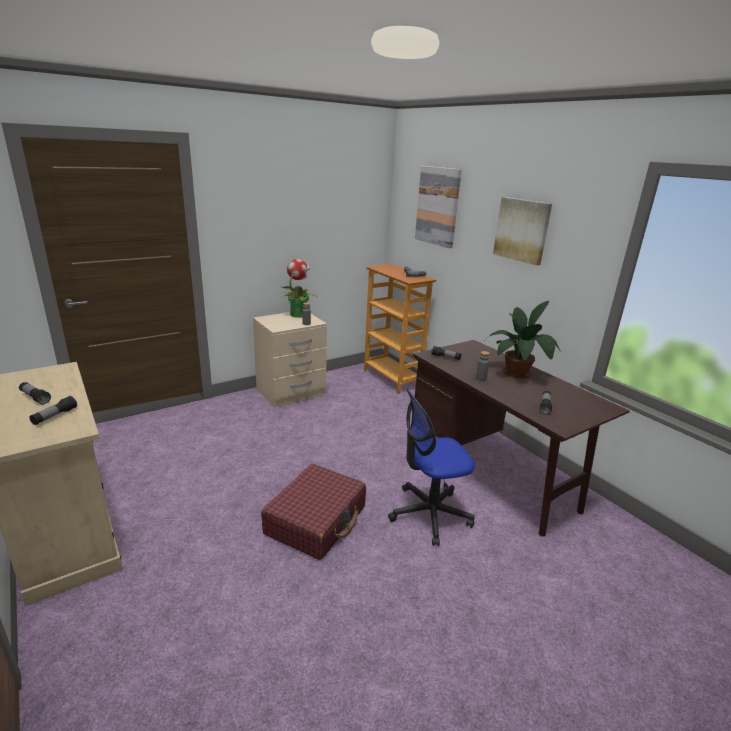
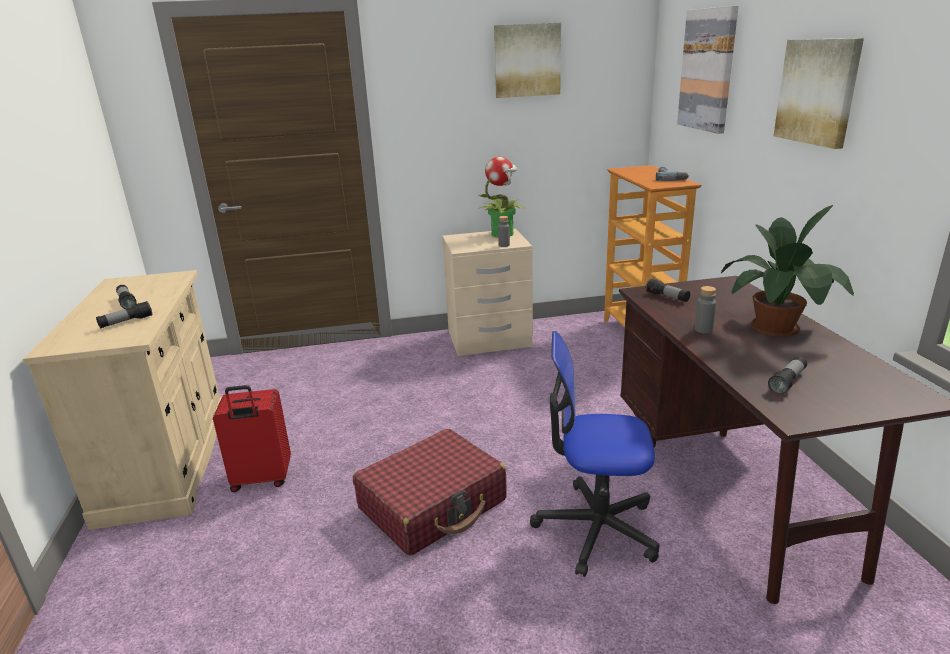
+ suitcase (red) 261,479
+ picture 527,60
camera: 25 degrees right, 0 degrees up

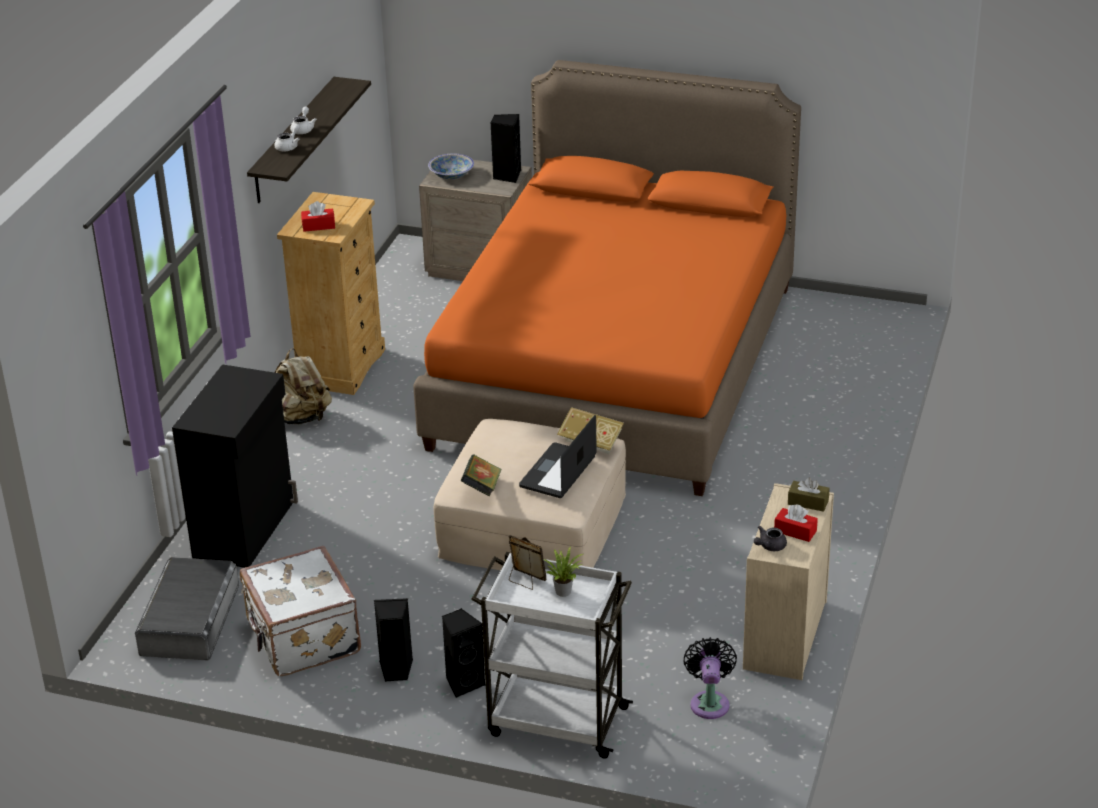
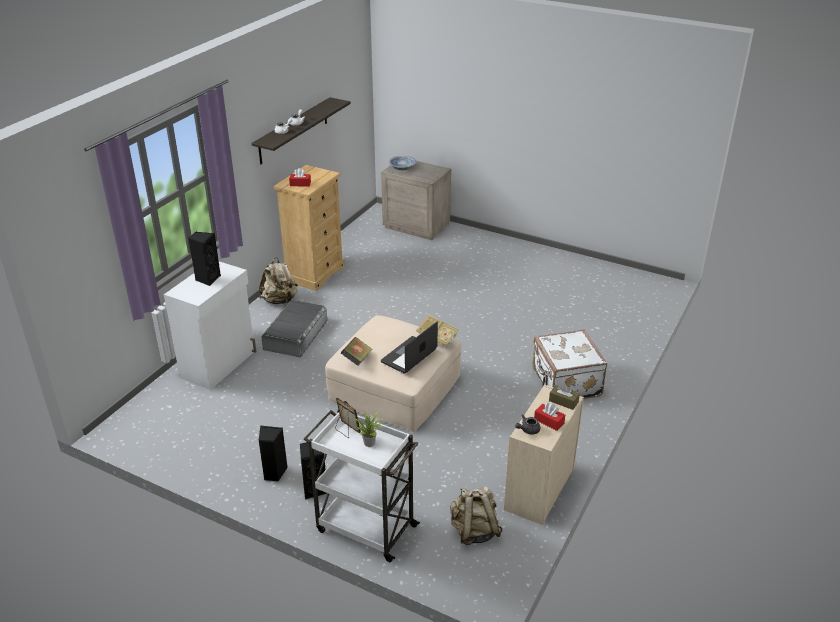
~ cabinet (black) 246,529 to cabinet (white) 219,364
~ speaker (black) 507,176 to 207,279
~ storage box (grey) 189,619 to 295,334
~ fan (black) 709,702 to backpack (beige) 474,531
~ suitcase (white) 301,639 to 565,383
- bed (orange) 615,365
camera: 10 degrees right, 0 degrees up

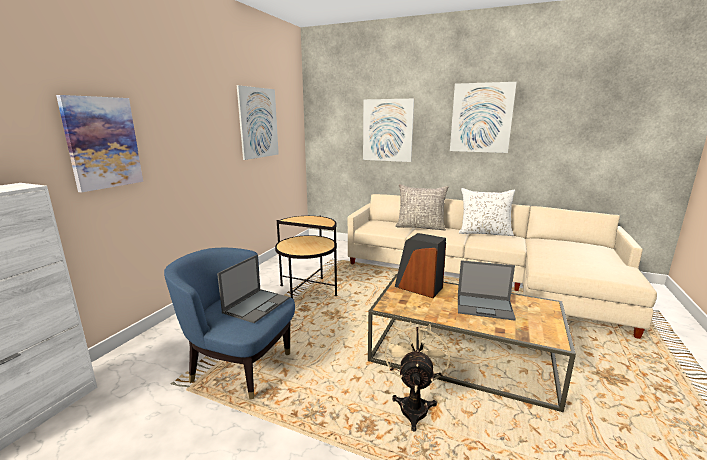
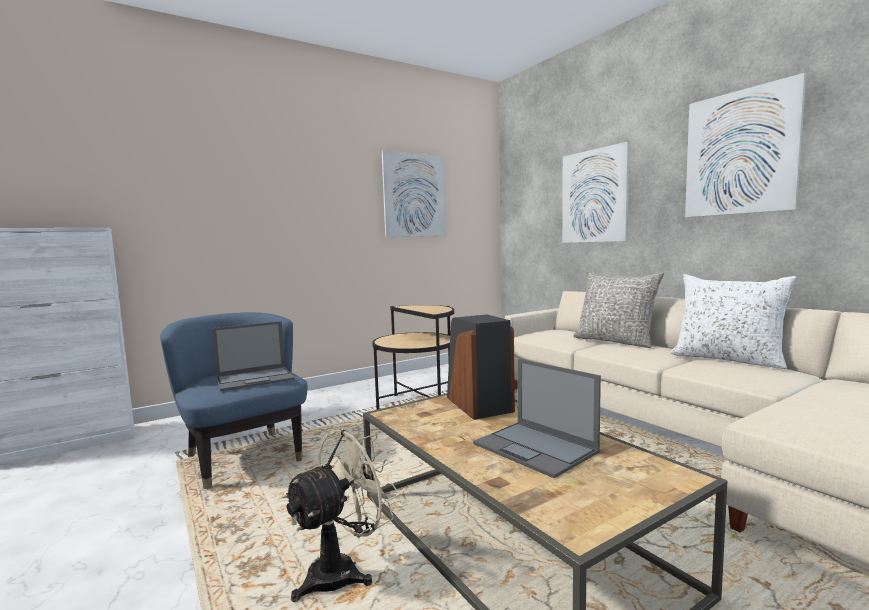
- picture 102,143
camera: 35 degrees right, 10 degrees down

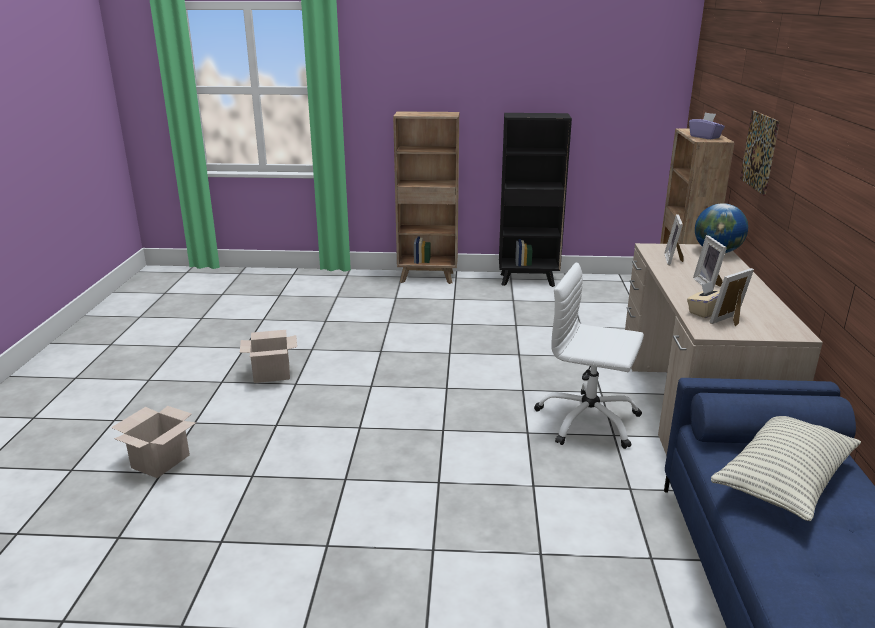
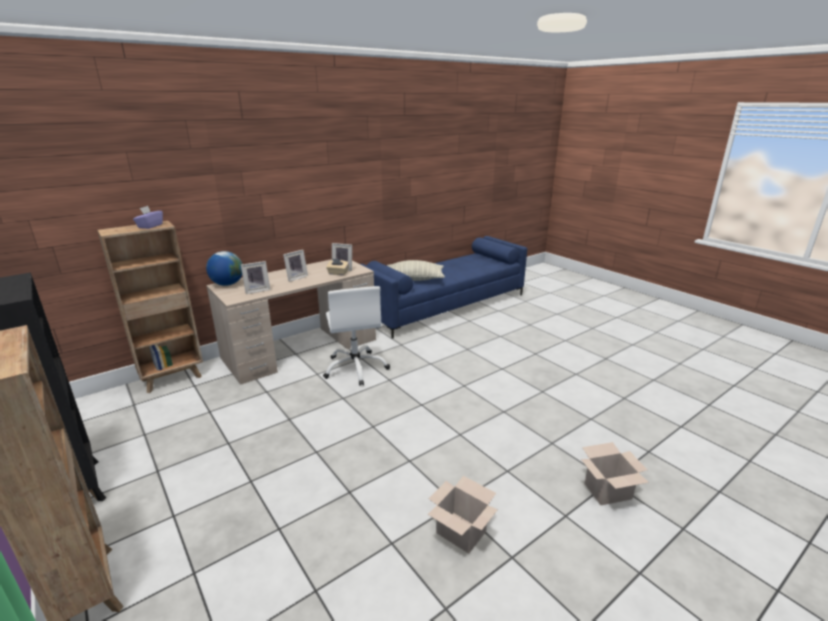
- picture 759,151
camera: 130 degrees left, 0 degrees up

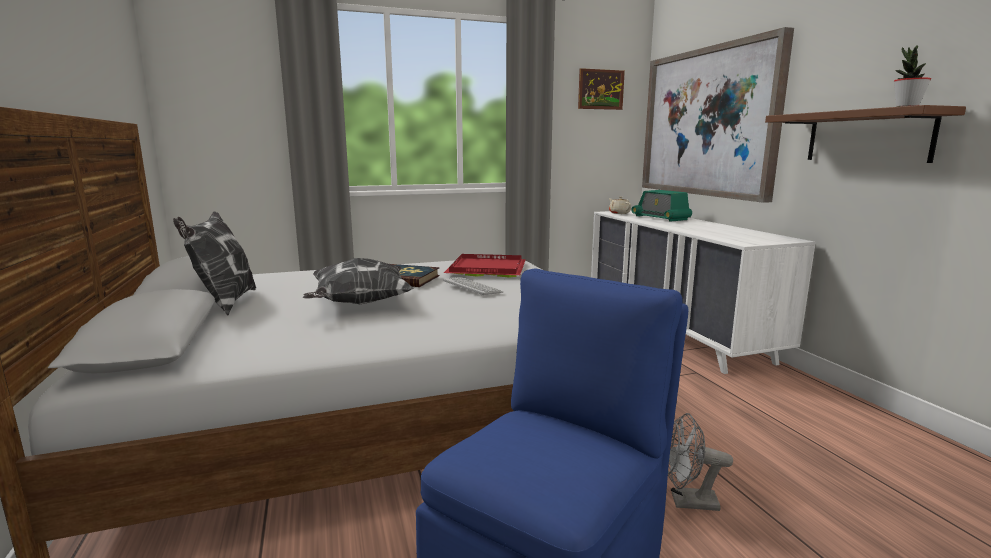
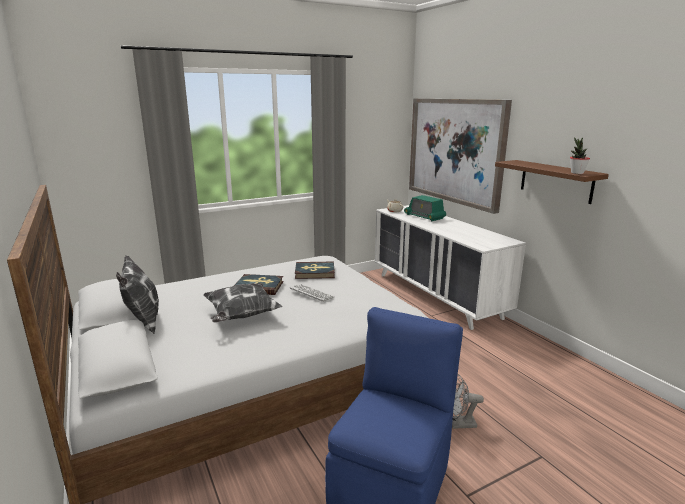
~ tray (red) 488,269 to book 315,272
- picture 600,89
camera: 10 degrees left, 5 degrees up

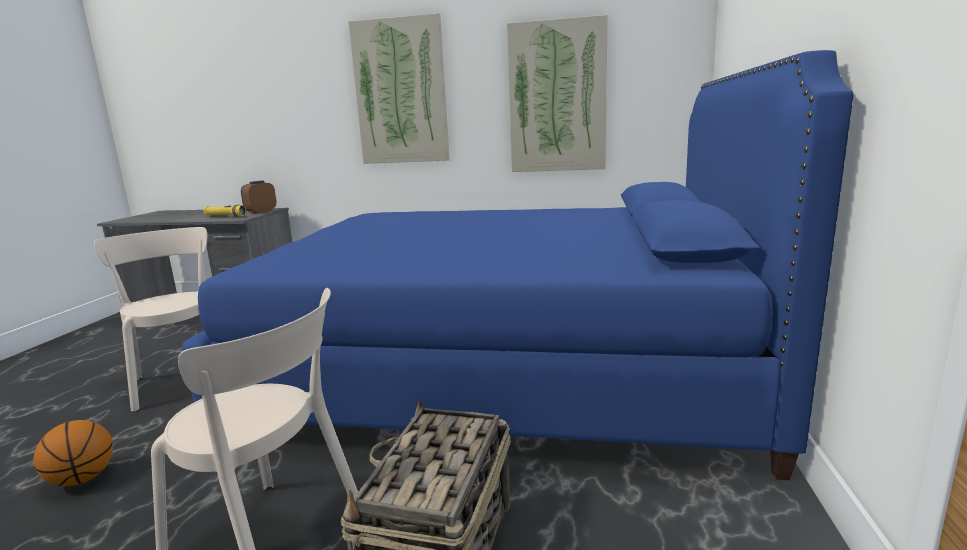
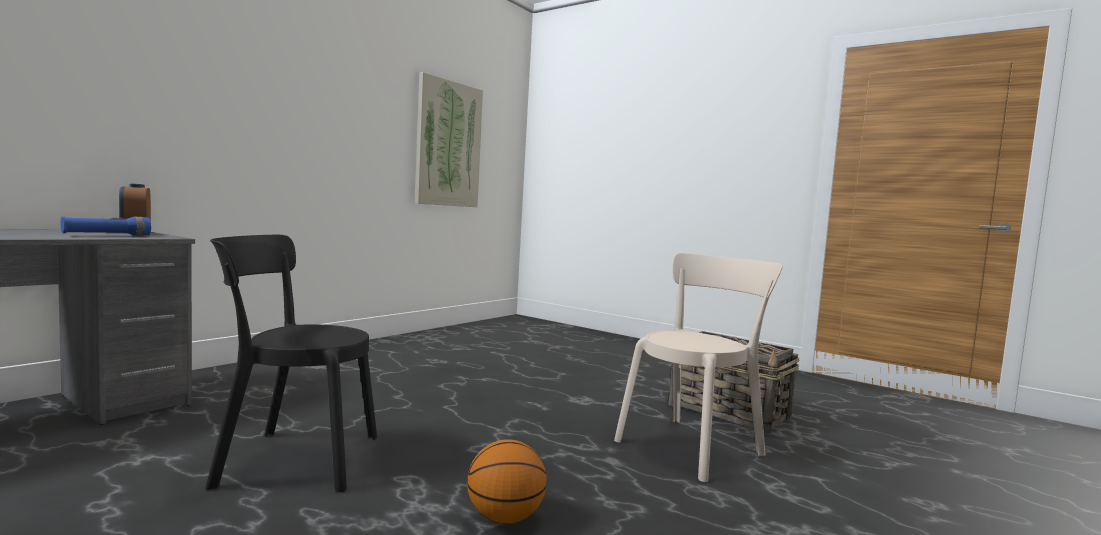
~ flashlight (yellow) 225,216 to flashlight (blue) 107,235
~ chair (beige) 182,380 to chair (black) 292,460
- bed (blue) 502,367
- picture 401,92
camera: 65 degrees left, 10 degrees down

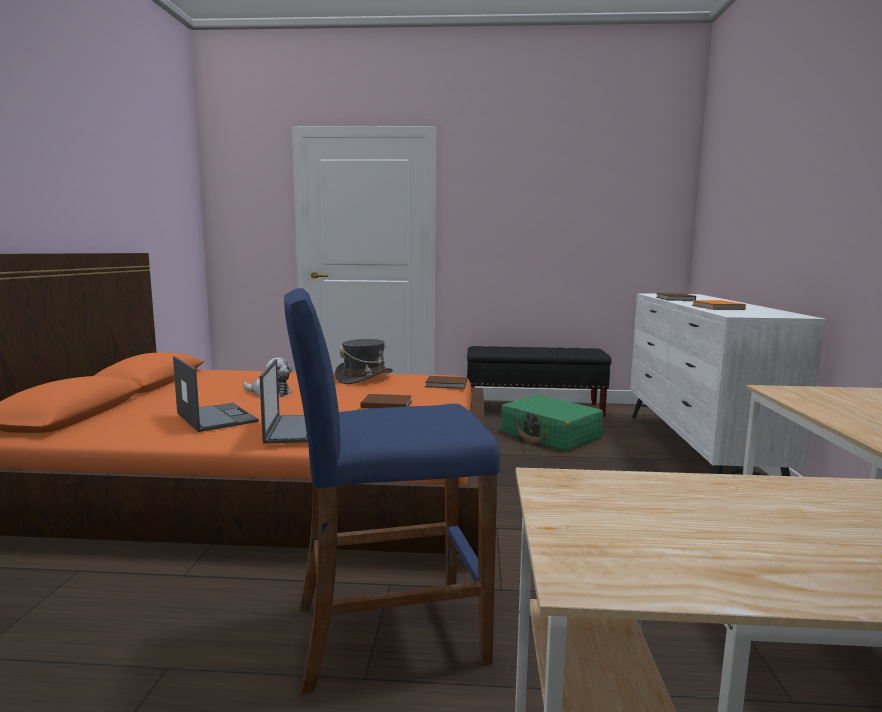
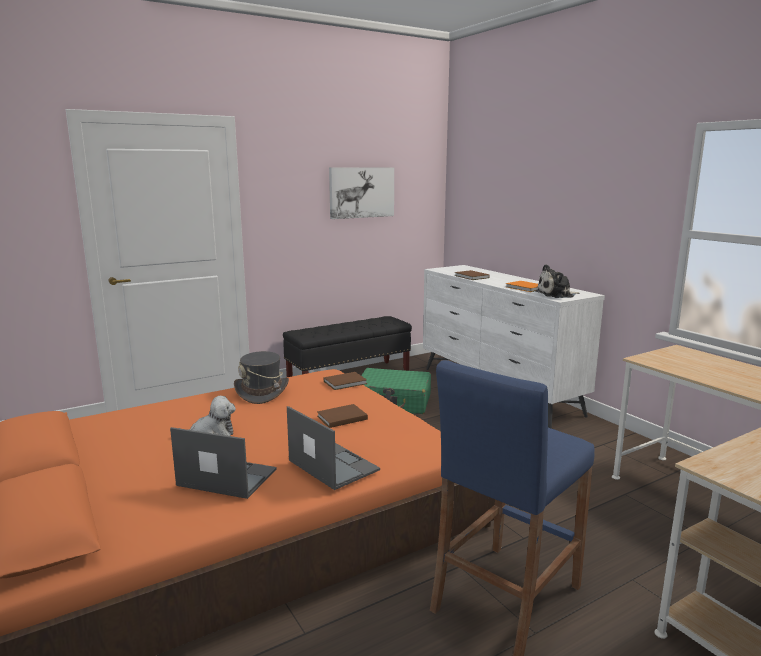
+ picture 361,192
+ plush toy 557,295
camera: 35 degrees left, 5 degrees up

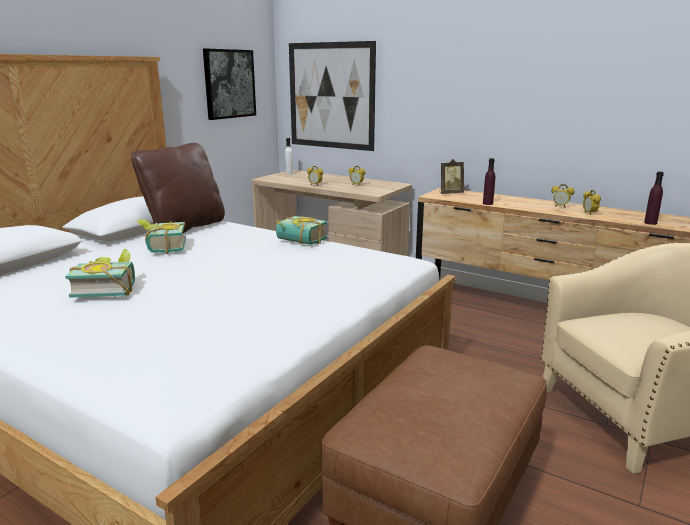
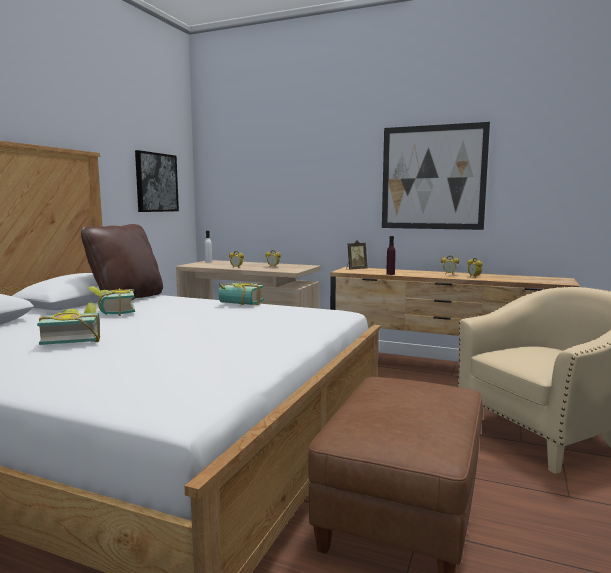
~ picture 331,96 to 433,177
- bottle (purple) 650,223
camera: 10 degrees left, 10 degrees down

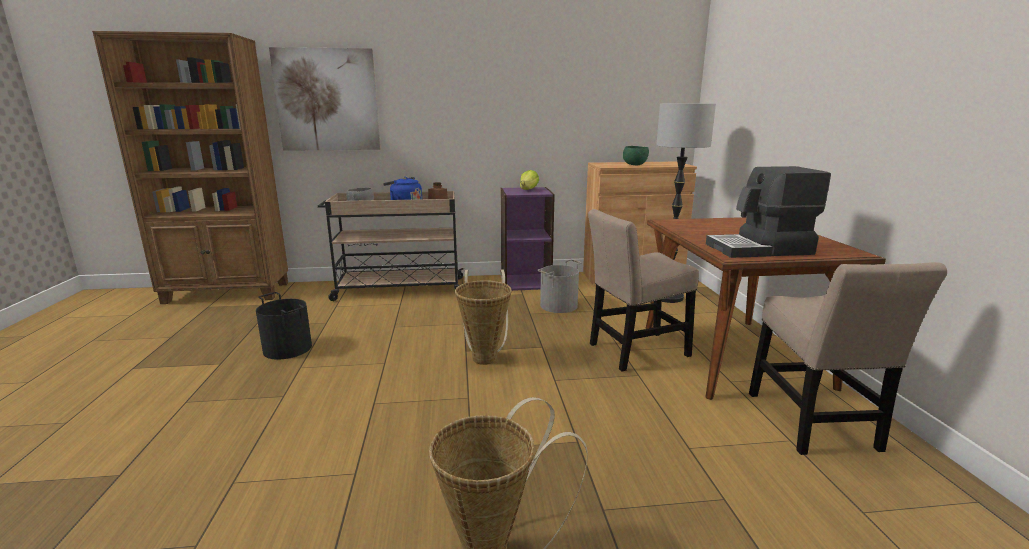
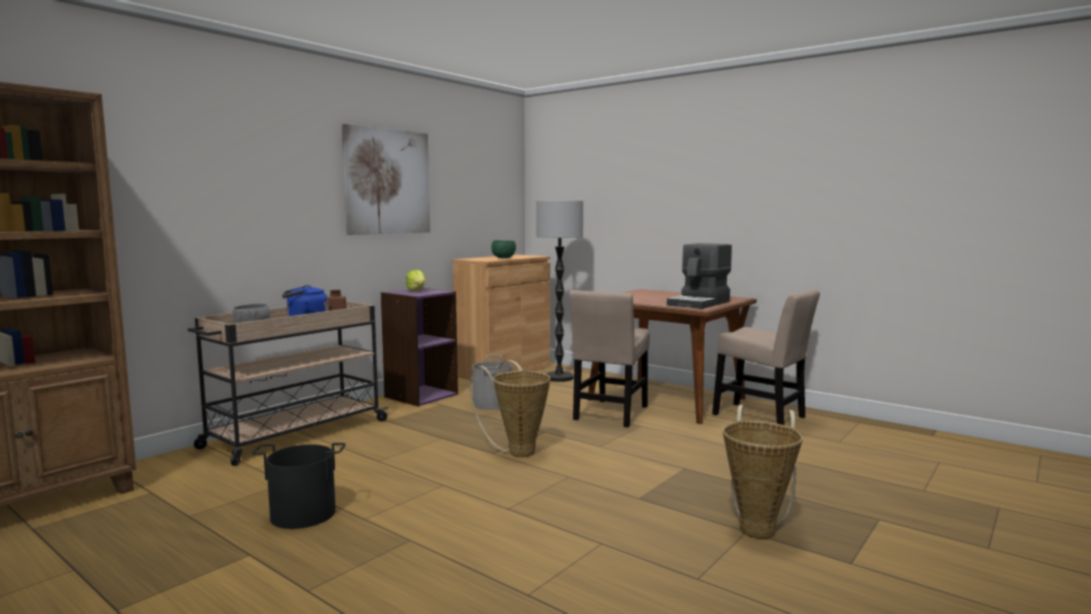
~ picture 327,100 to 387,182
camera: 45 degrees left, 10 degrees down

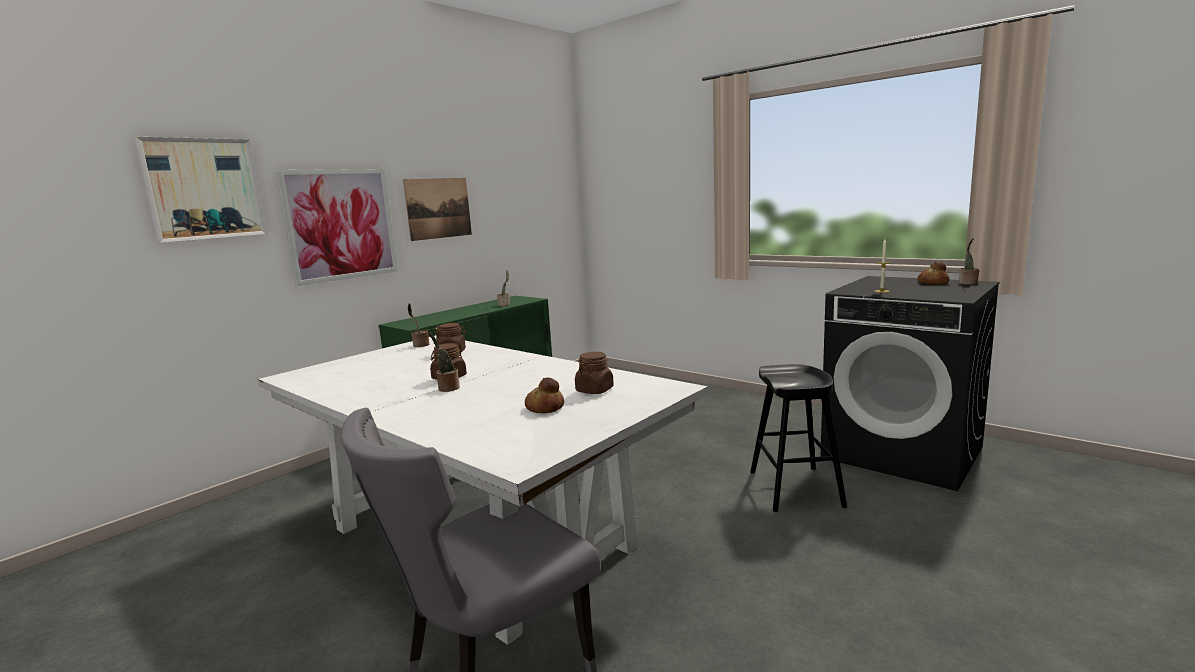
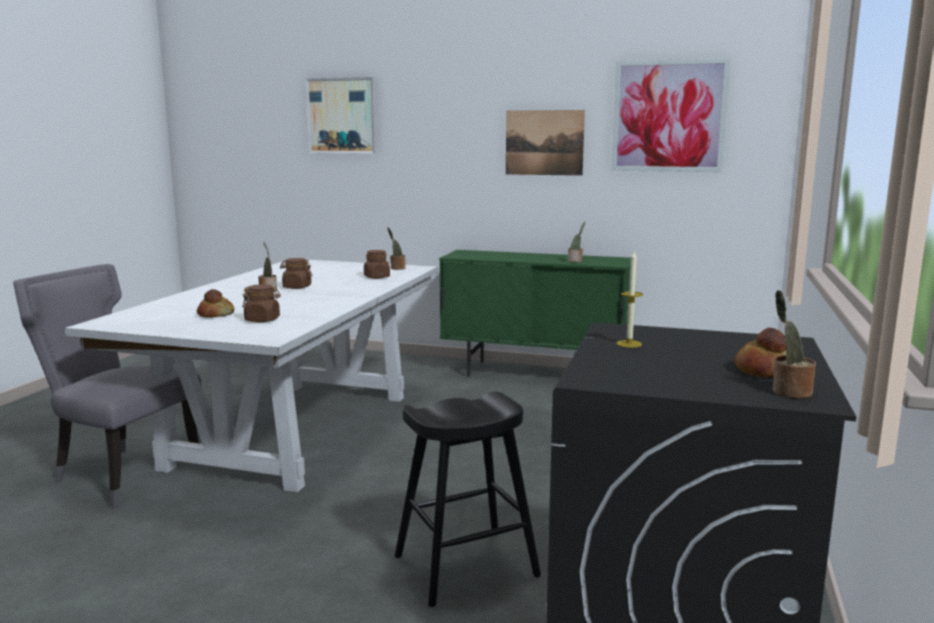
~ picture 341,224 to 668,116
camera: 65 degrees right, 0 degrees up

